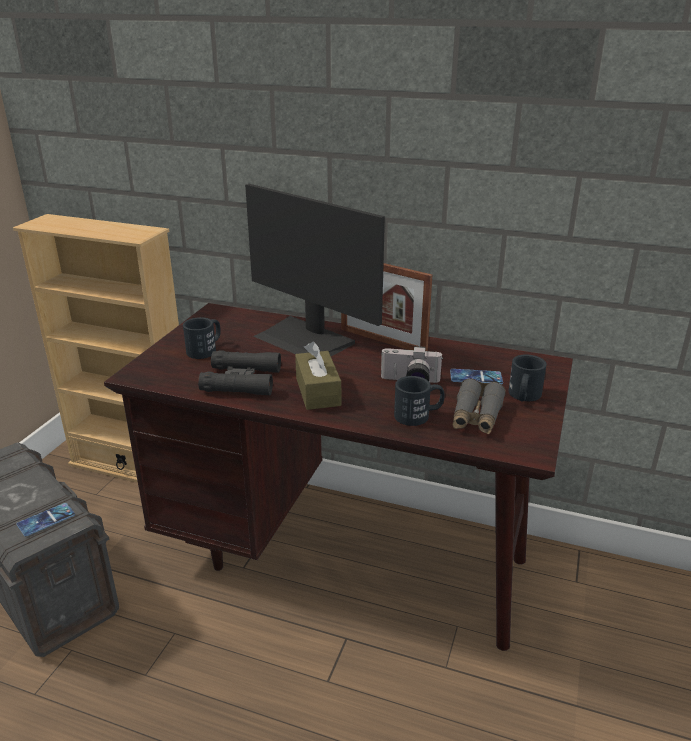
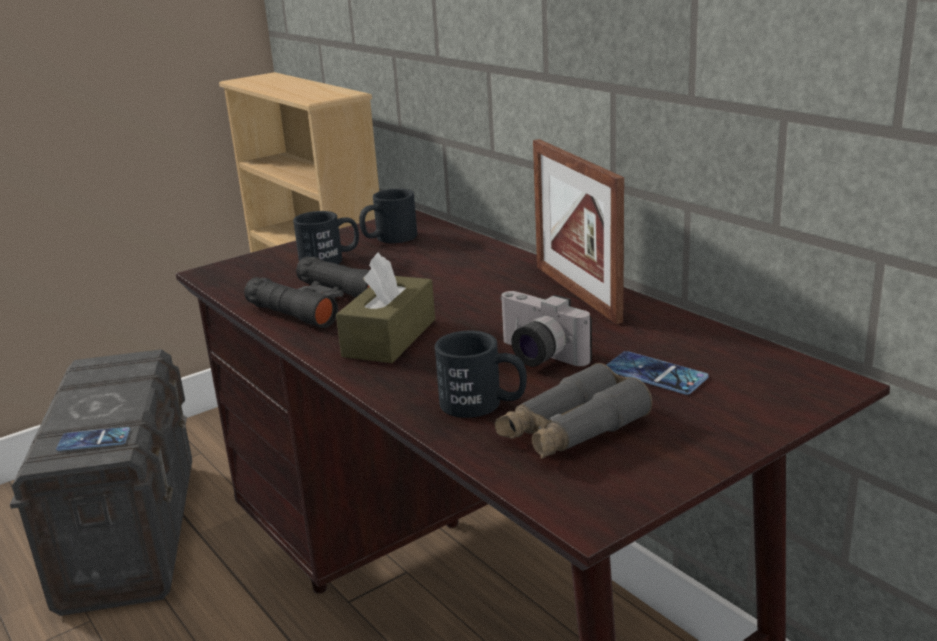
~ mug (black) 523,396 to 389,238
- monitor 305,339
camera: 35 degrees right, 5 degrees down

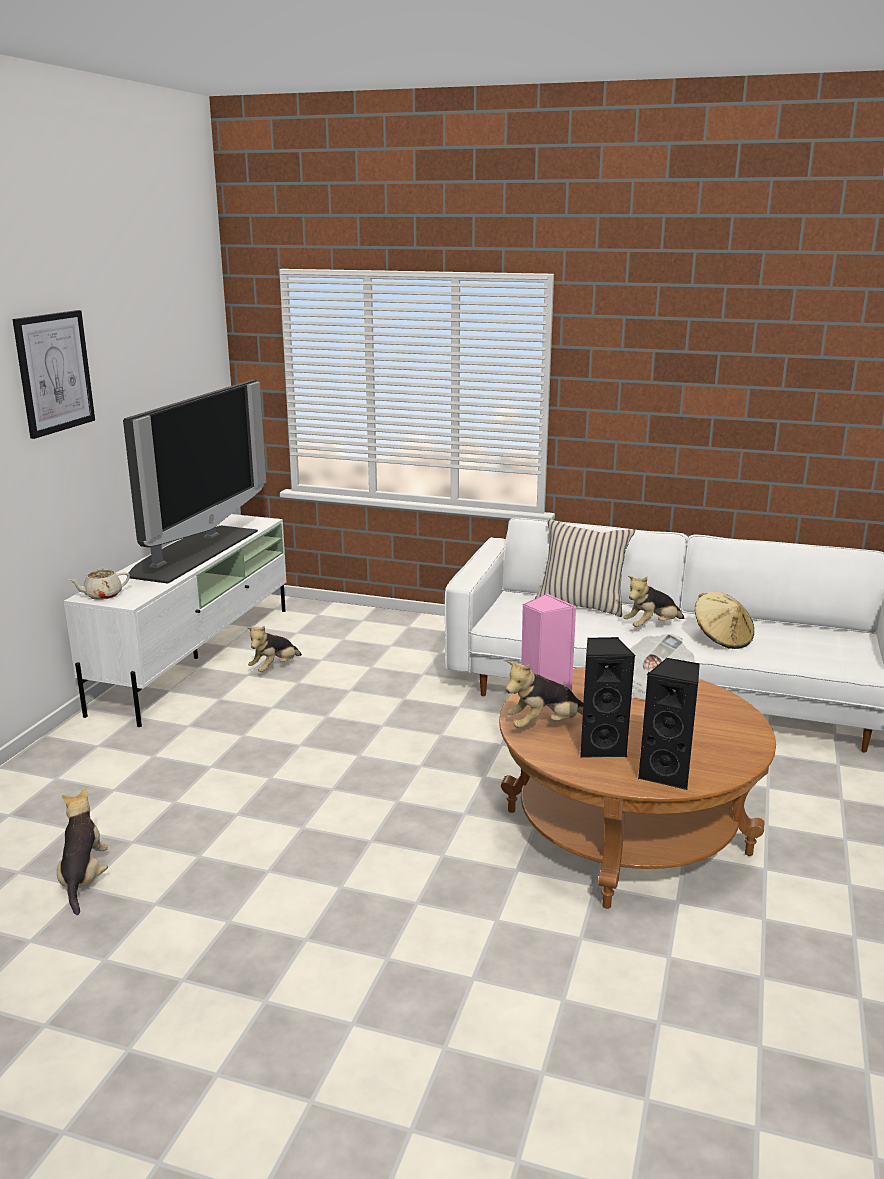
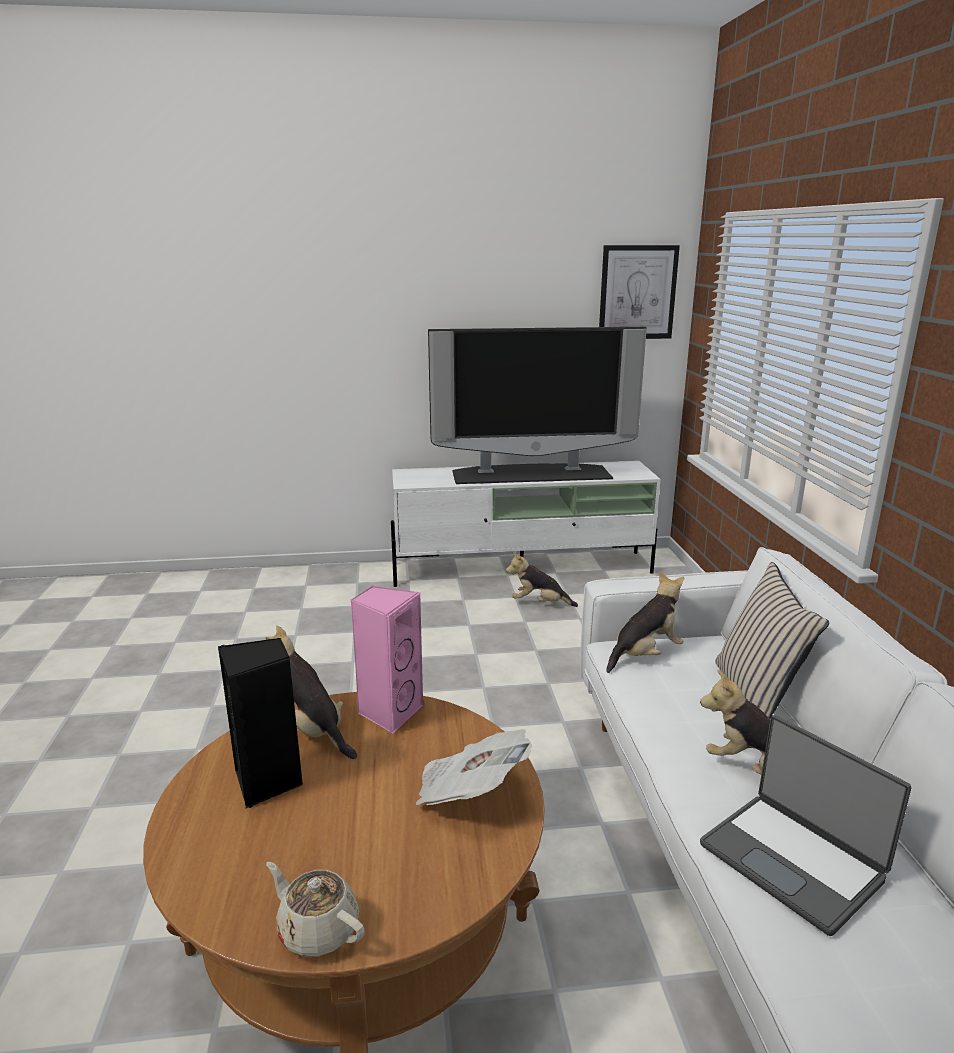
~ teapot (beige) 102,595 to 317,929
~ picture 54,372 to 637,292
~ plush toy 84,878 to 645,655
~ hat (beige) 722,639 to laptop 793,860
- speaker (black) 668,774
camera: 65 degrees right, 0 degrees up

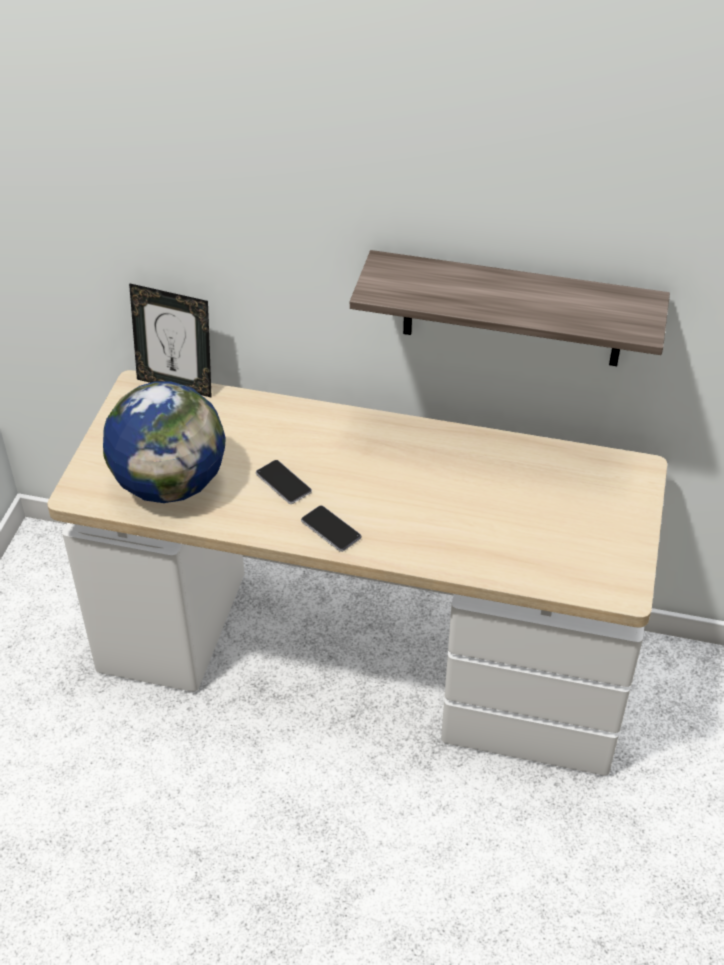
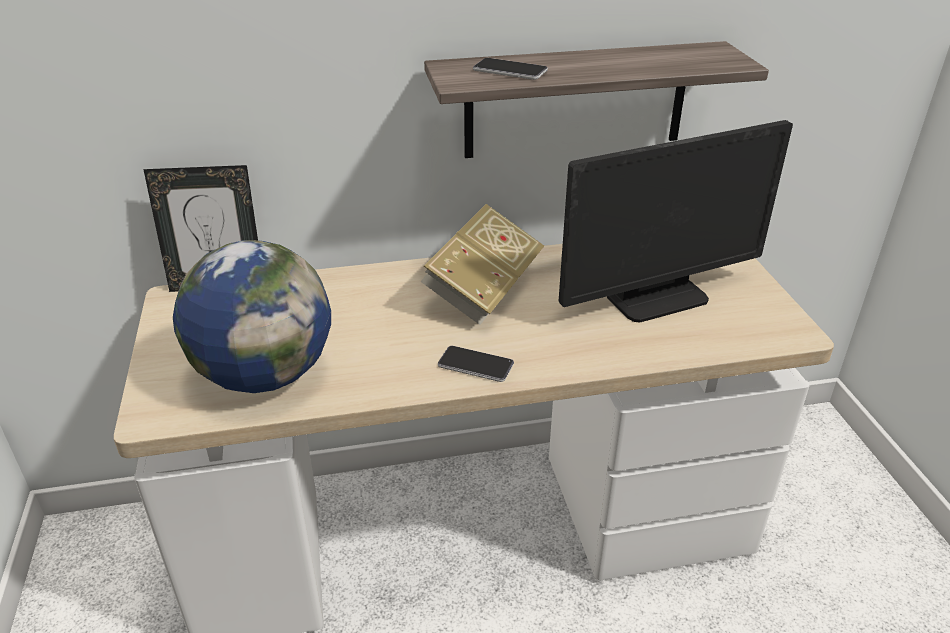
+ book 482,289
~ phone 283,483 to 510,70
+ monitor 656,297
camera: 25 degrees left, 10 degrees down

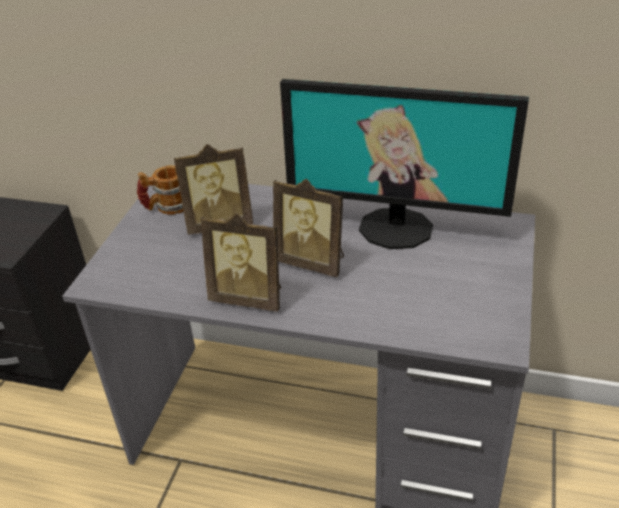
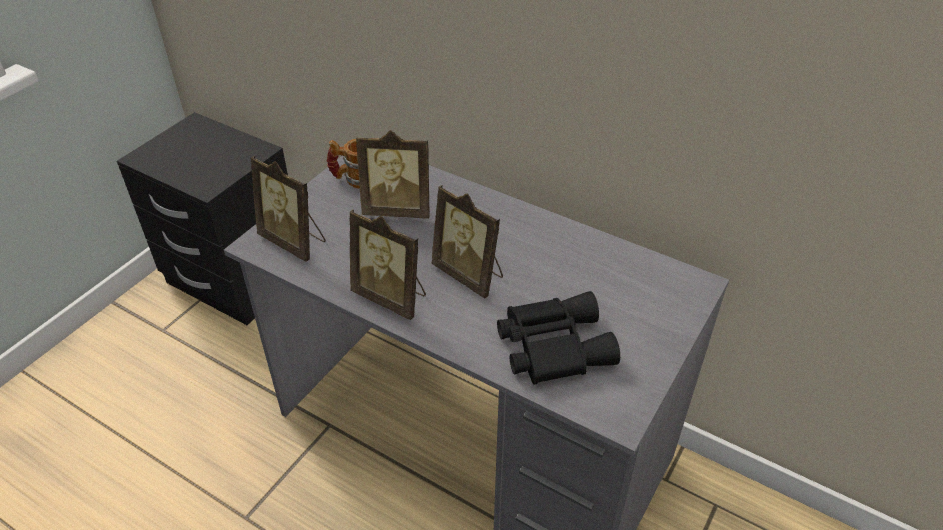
+ picture frame 294,241
+ binoculars (black) 551,345
- monitor 396,227
camera: 15 degrees right, 5 degrees up

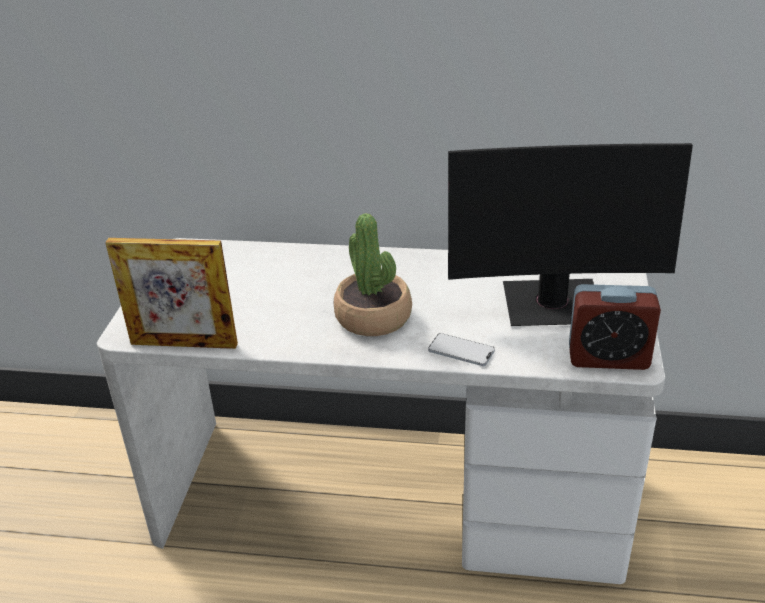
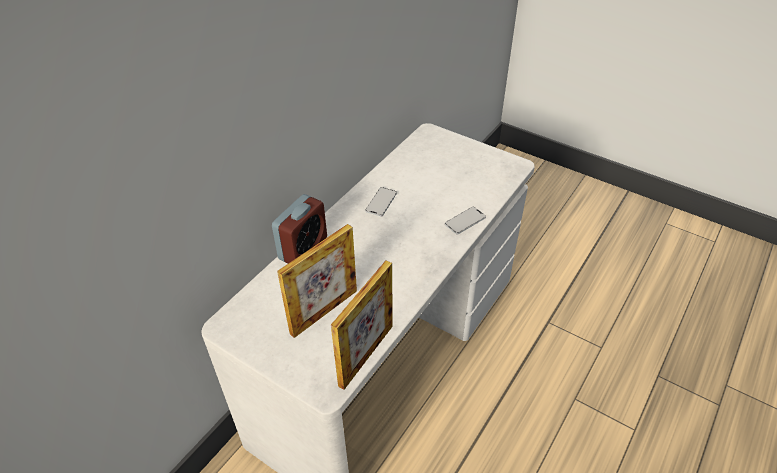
~ alarm clock 608,358 to 303,249
+ picture frame 324,312
+ phone 381,202
- potted plant 373,317
- monitor 553,305
camera: 65 degrees left, 10 degrees up

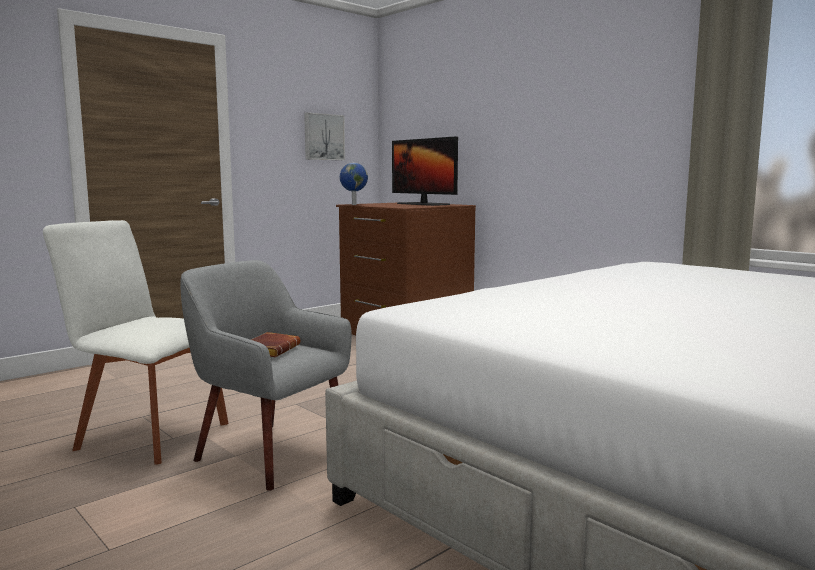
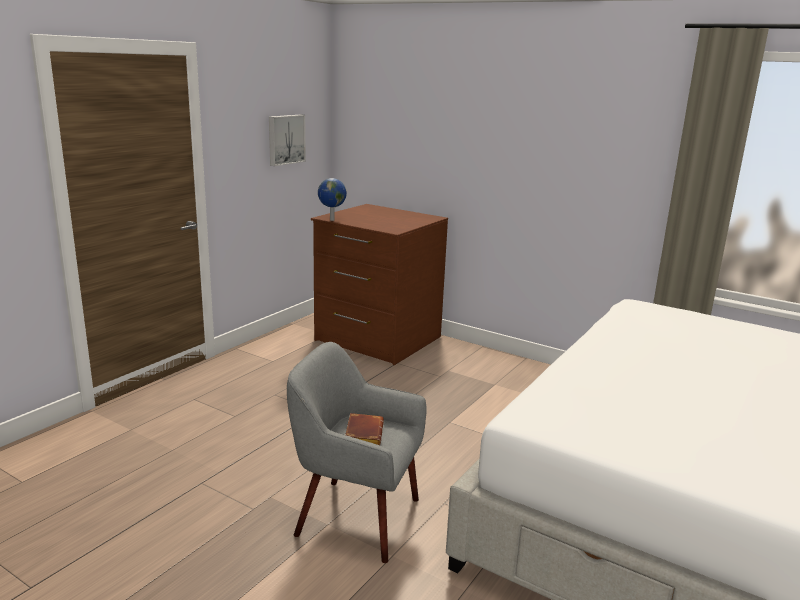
- chair (white) 148,434
- monitor 423,204
camera: 15 degrees left, 10 degrees up

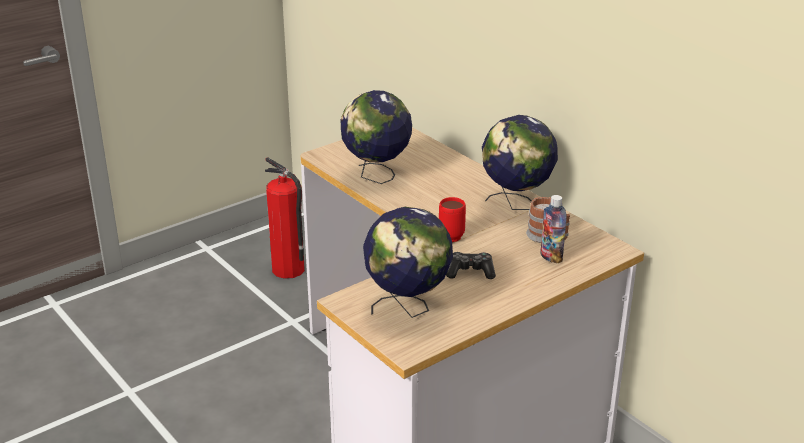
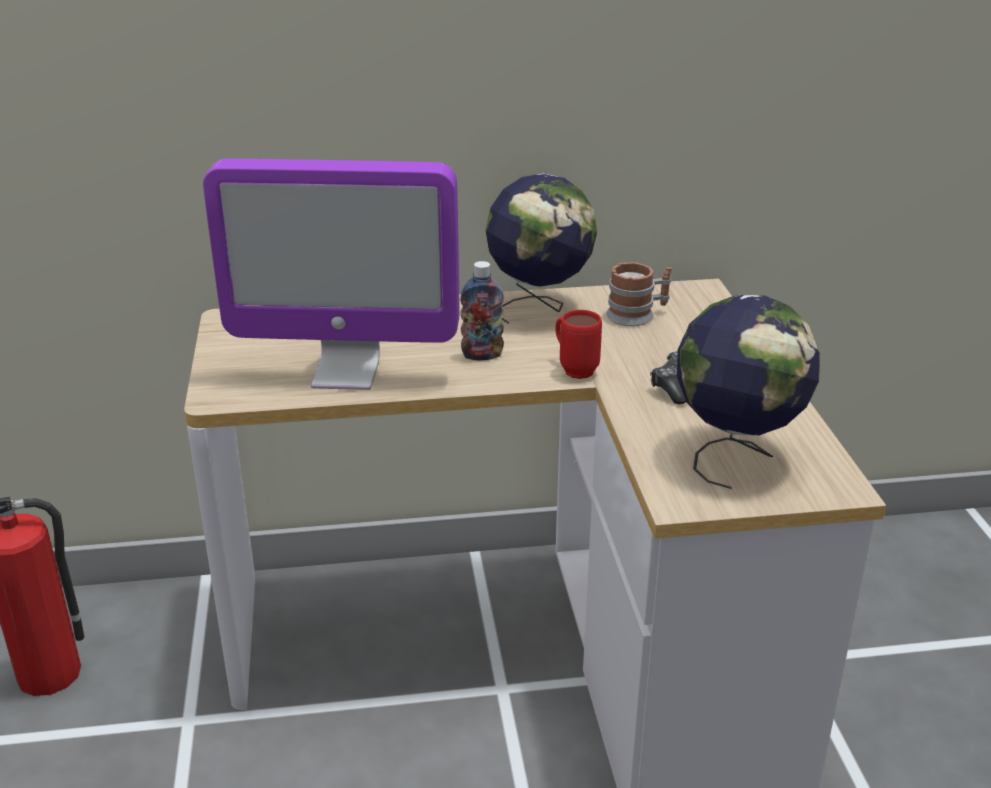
~ globe 376,176 to monitor 346,373
~ bottle 551,257 to 482,355
camera: 60 degrees left, 0 degrees up

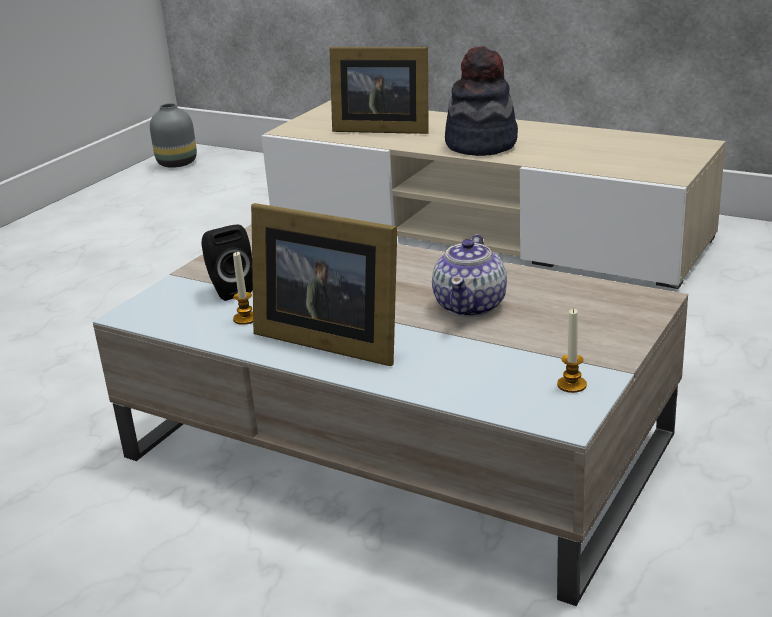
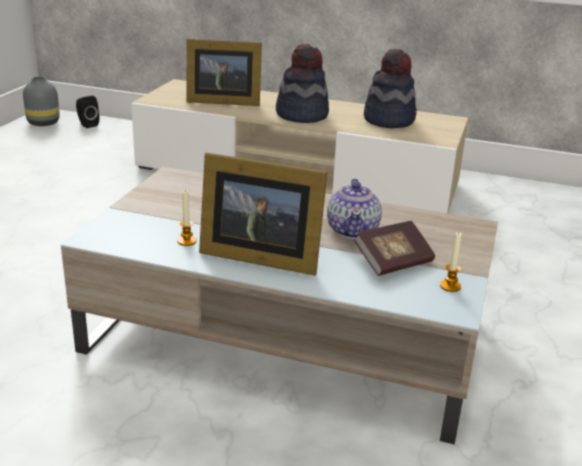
~ speaker (black) 229,289 to 87,124
+ book 393,262
+ hat 389,120
camera: 15 degrees left, 0 degrees up

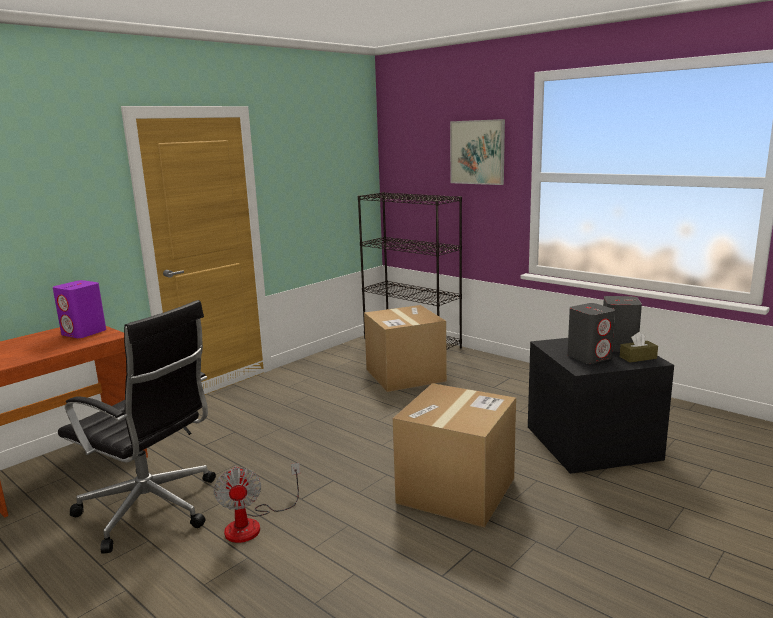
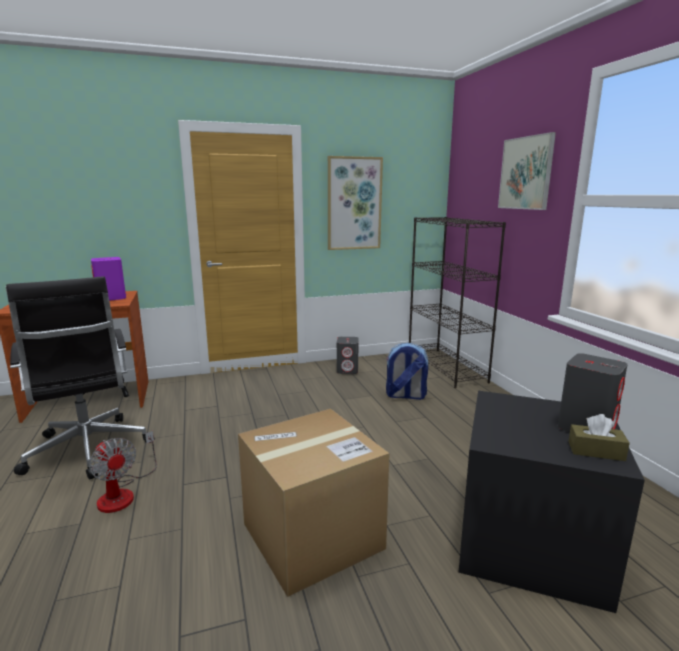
~ fan 253,524 = 123,493 60 degrees counterclockwise
+ picture 354,204
~ speaker (grey) 589,357 to 347,370
~ cardboard box 405,375 to backpack 405,395
camera: 30 degrees right, 0 degrees up

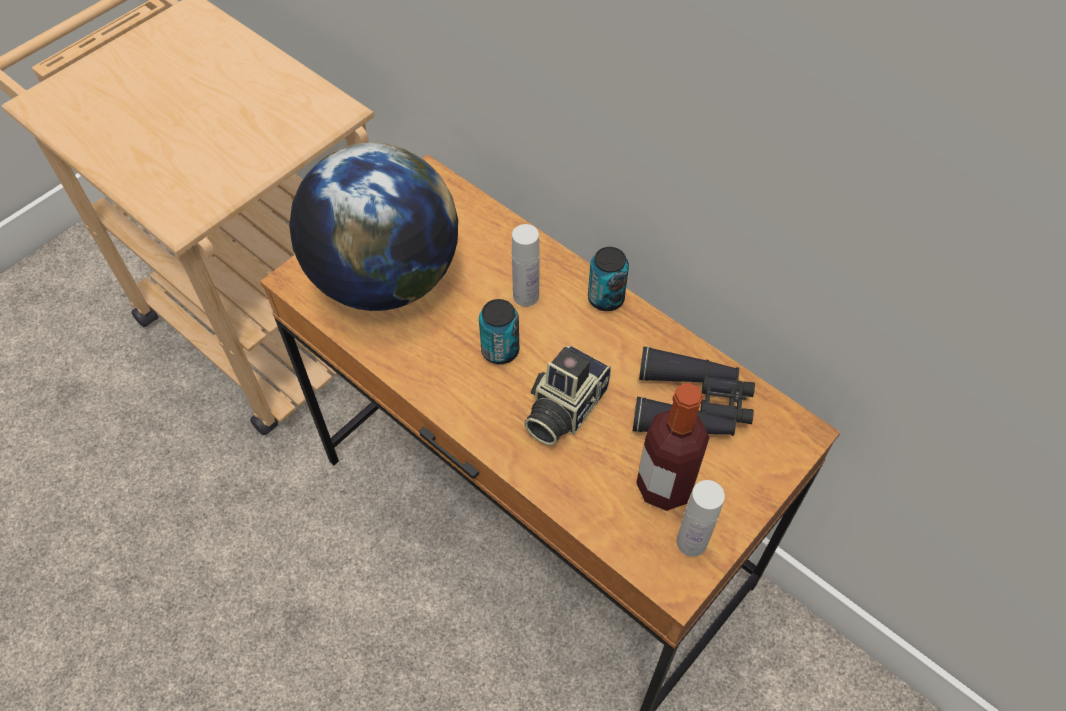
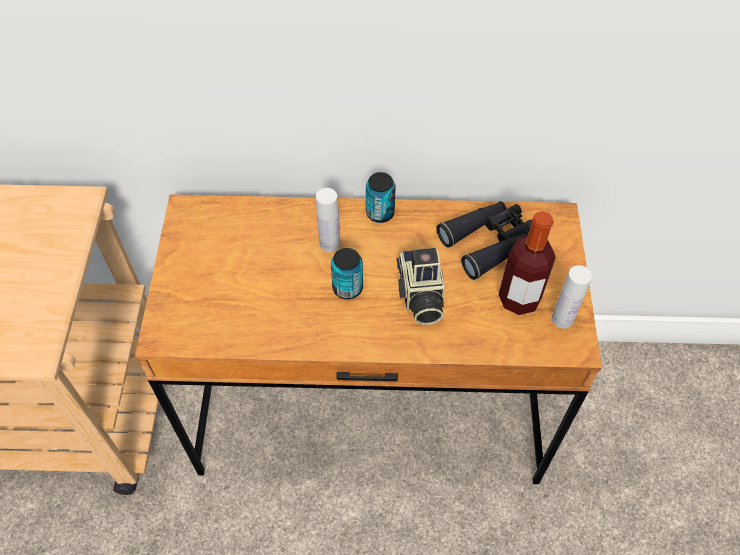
- globe 385,279
camera: 40 degrees left, 0 degrees up

